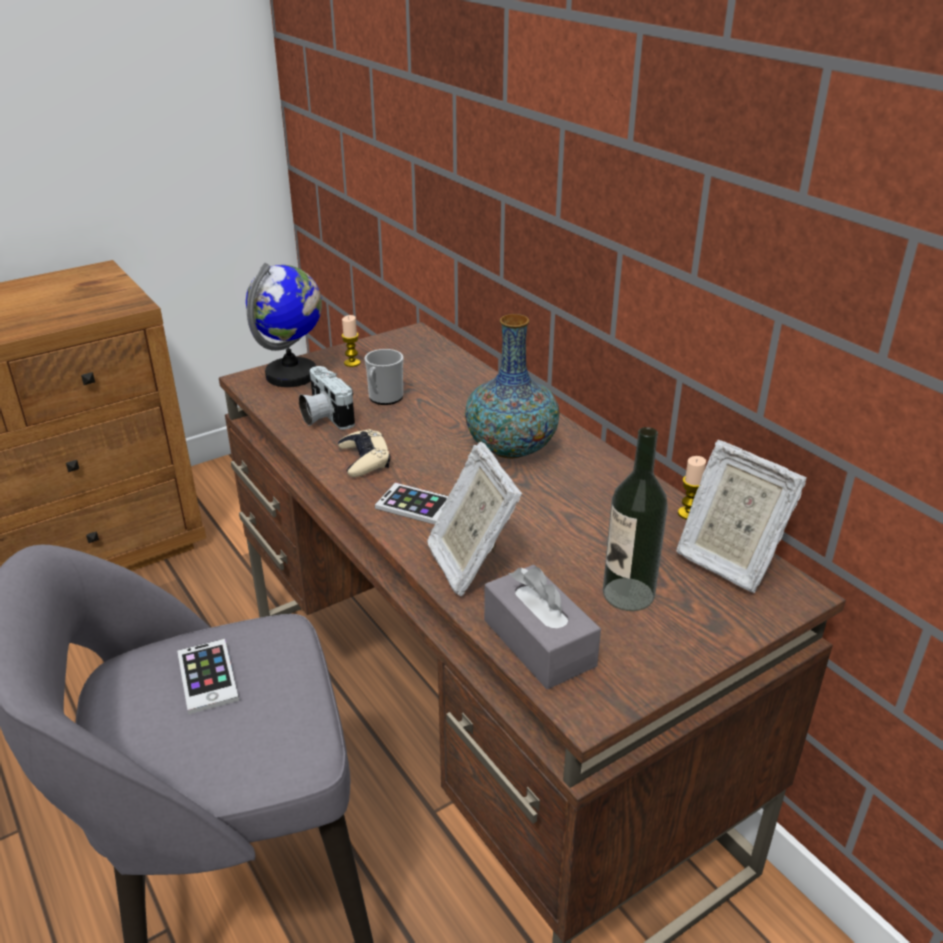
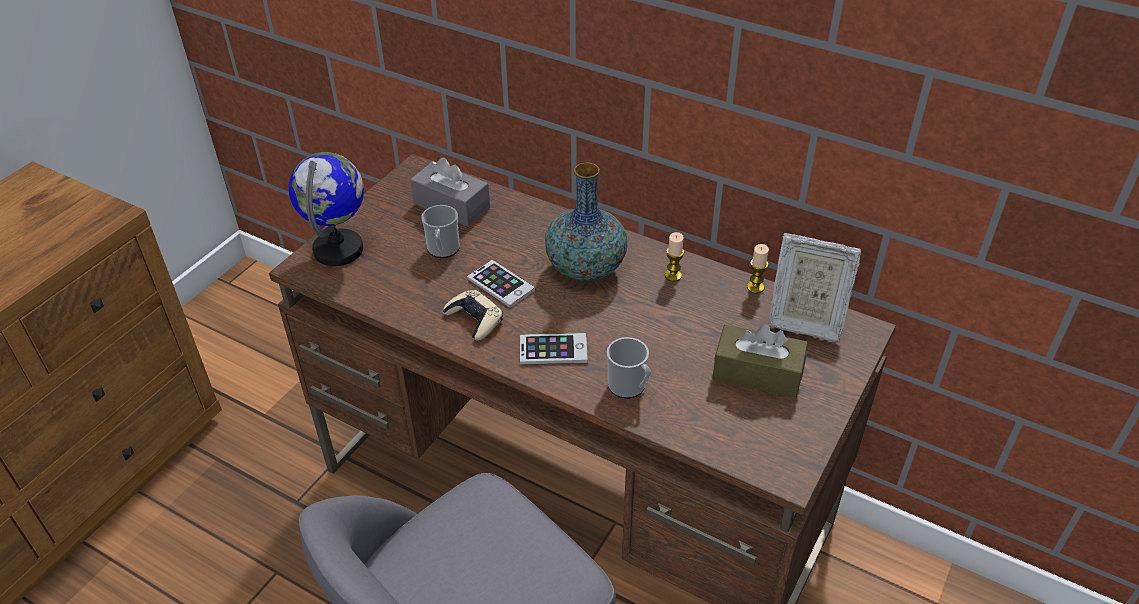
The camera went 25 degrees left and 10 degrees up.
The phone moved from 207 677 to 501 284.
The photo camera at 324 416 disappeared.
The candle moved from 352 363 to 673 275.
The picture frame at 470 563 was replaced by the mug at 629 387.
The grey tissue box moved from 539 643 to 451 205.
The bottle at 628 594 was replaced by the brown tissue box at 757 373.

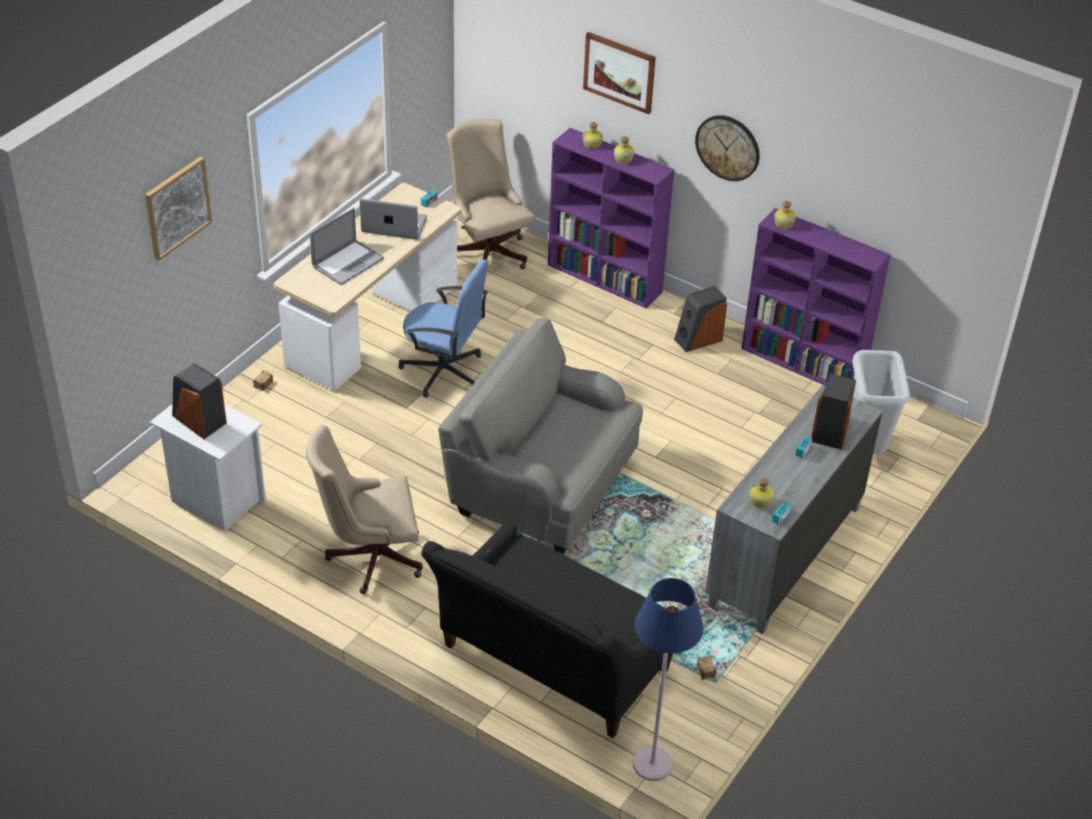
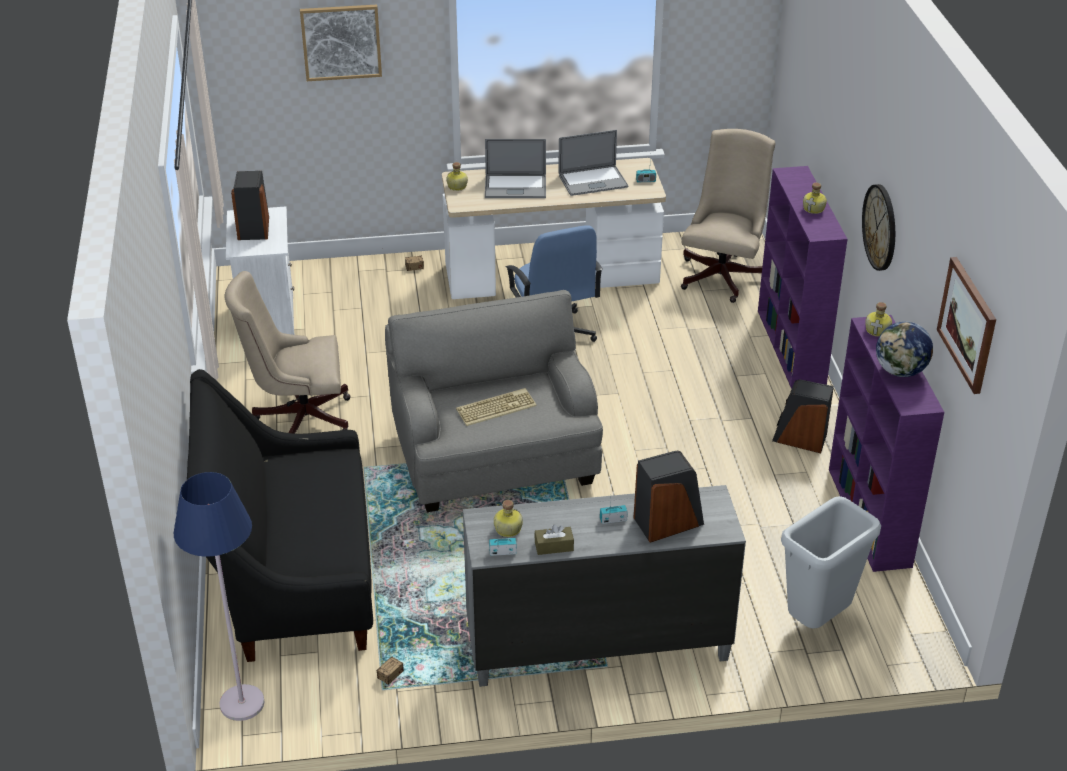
The camera went 50 degrees right and 5 degrees down.
The beige office chair at 369 557 turned 45 degrees counterclockwise.
The laptop at 394 225 turned 105 degrees clockwise.
The picture moved from 619 72 to 968 324.
The bottle moved from 592 144 to 457 186.
The keyboard at 496 407 appeared.
The brown tissue box at 554 546 appeared.
The globe at 900 371 appeared.

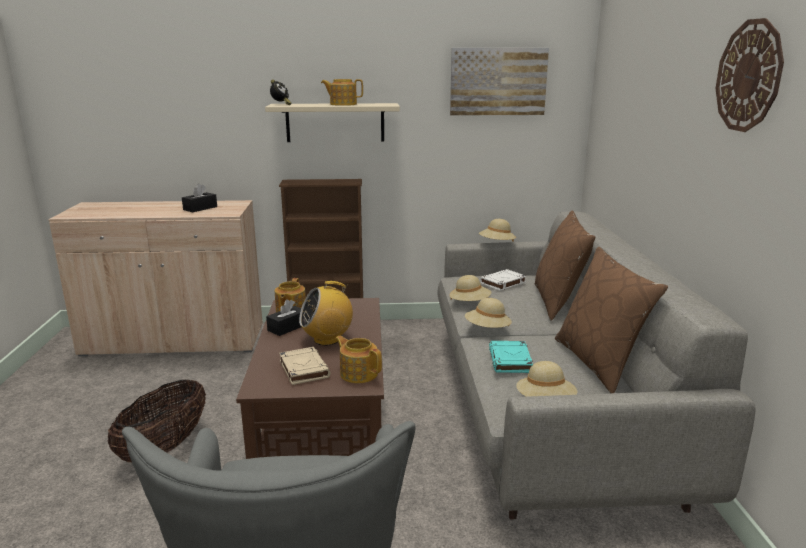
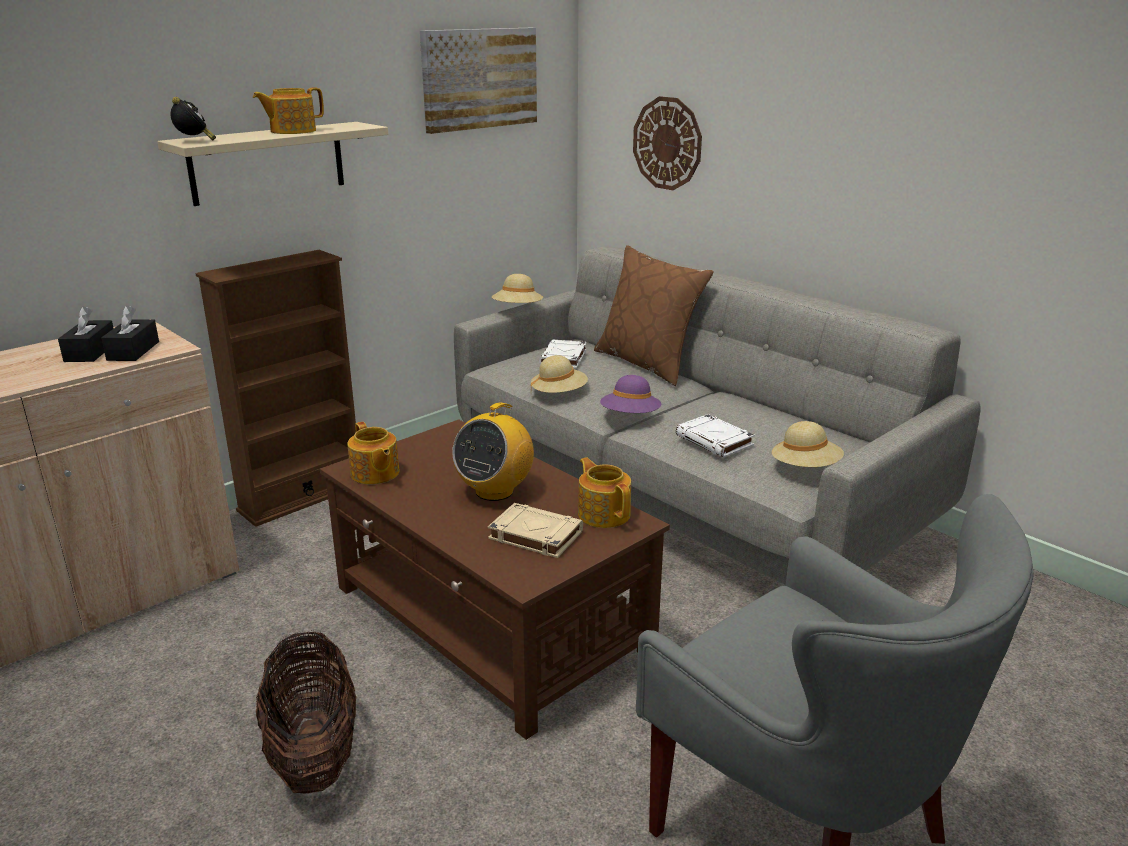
The camera went 40 degrees left and 5 degrees up.
The black tissue box moved from 287 327 to 133 351.
The teapot at 358 373 turned 60 degrees clockwise.
The beige hat at 487 329 became the purple hat at 630 417.
The turquoise book at 510 361 became the white book at 715 441.
The brown pillow at 599 362 disappeared.
The wall clock moved from 749 76 to 667 143.

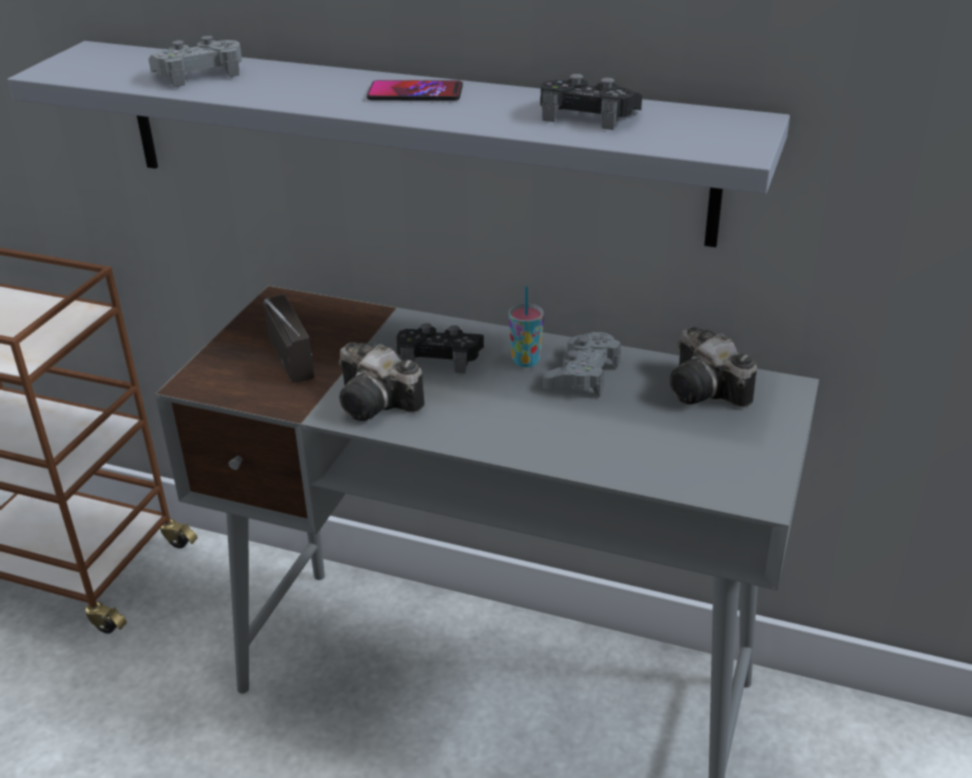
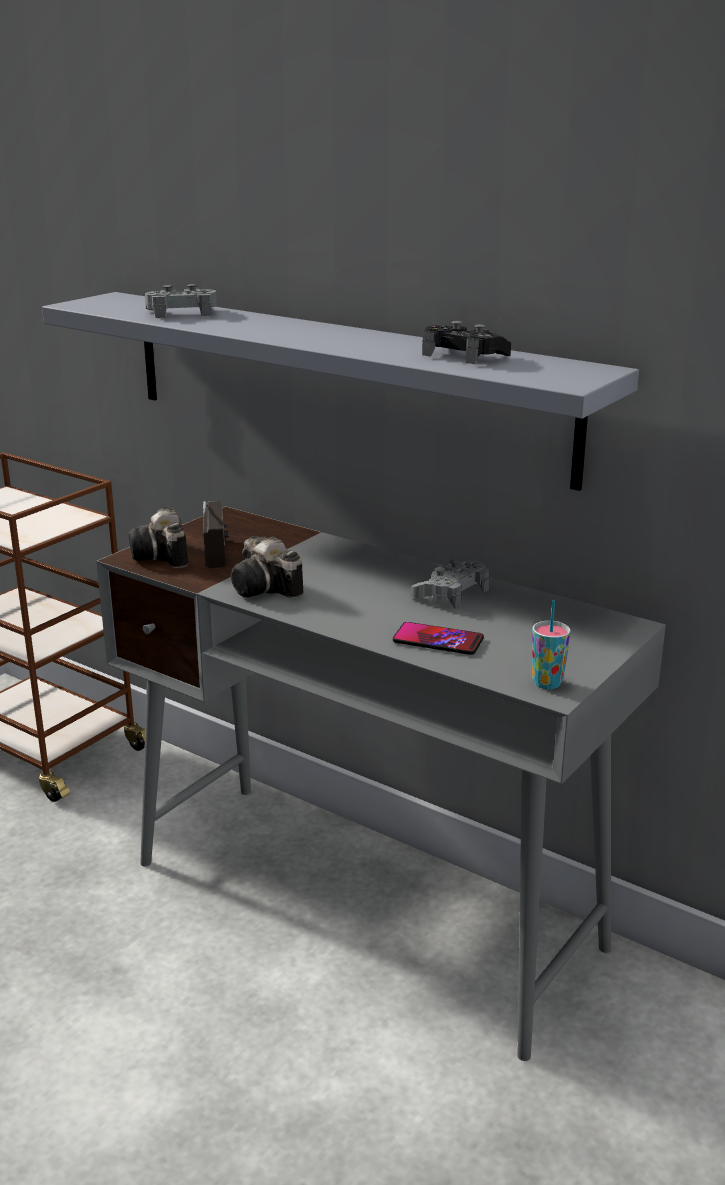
The camera went 15 degrees right and 10 degrees down.
The phone moved from 415 93 to 438 640.
The black game controller at 439 356 disappeared.
The cup moved from 526 361 to 547 683.
The photo camera moved from 708 392 to 163 557.

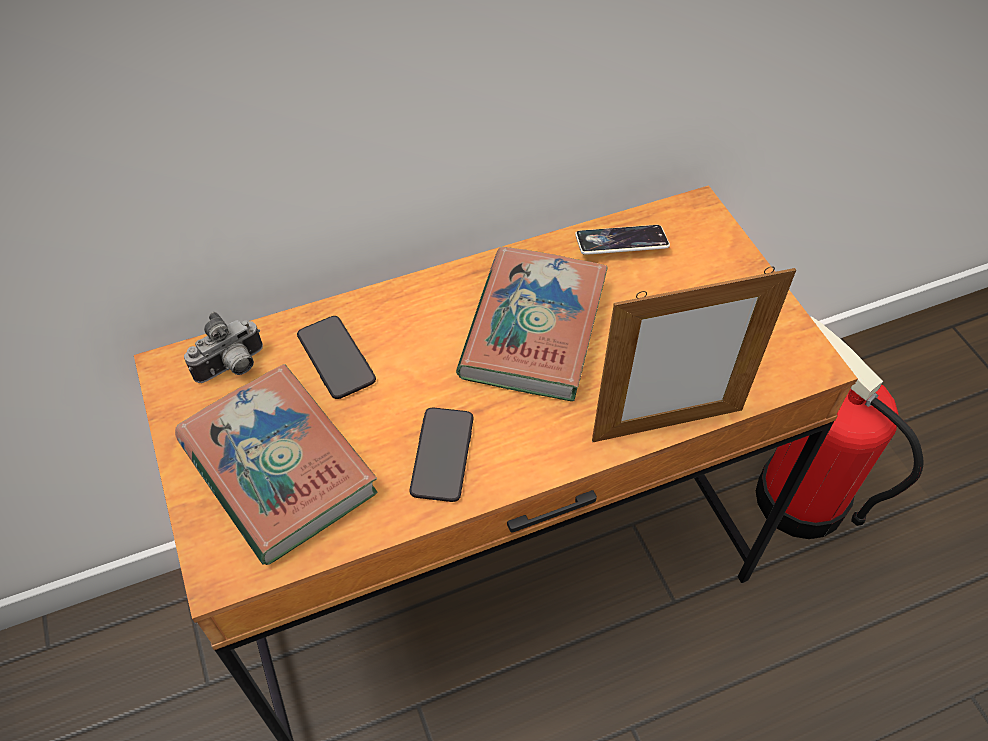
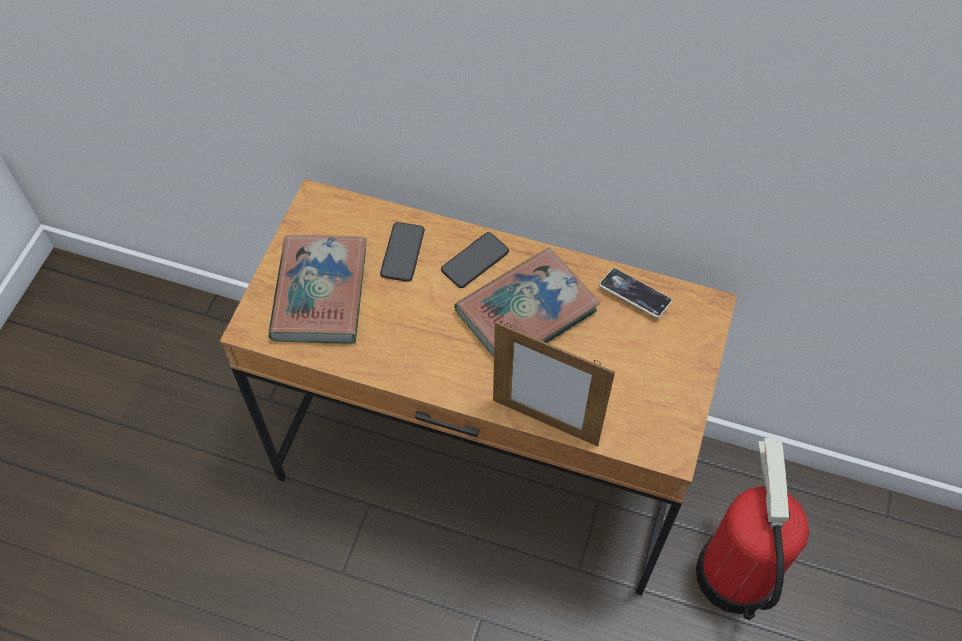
The camera went 40 degrees right and 5 degrees up.
The photo camera at 233 368 disappeared.
The phone moved from 442 455 to 475 261.

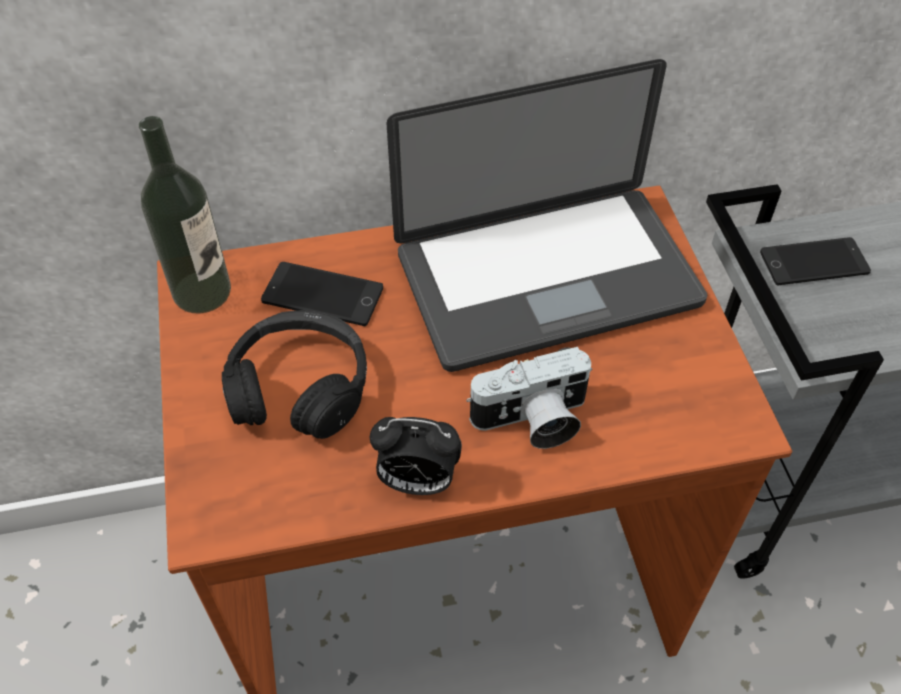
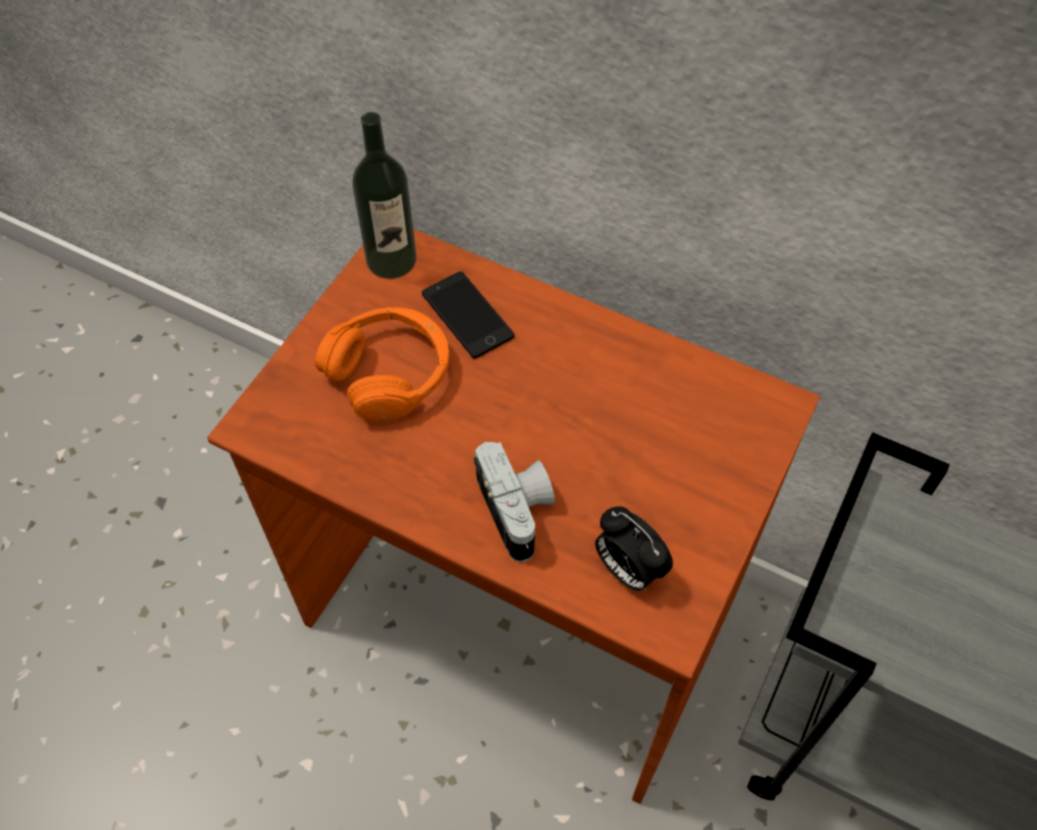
The camera went 40 degrees right and 5 degrees up.
The black headphones at 300 387 became the orange headphones at 390 373.
The alarm clock moved from 417 481 to 627 570.
The laptop at 547 279 disappeared.
The photo camera at 532 421 turned 135 degrees counterclockwise.
The phone at 814 262 disappeared.

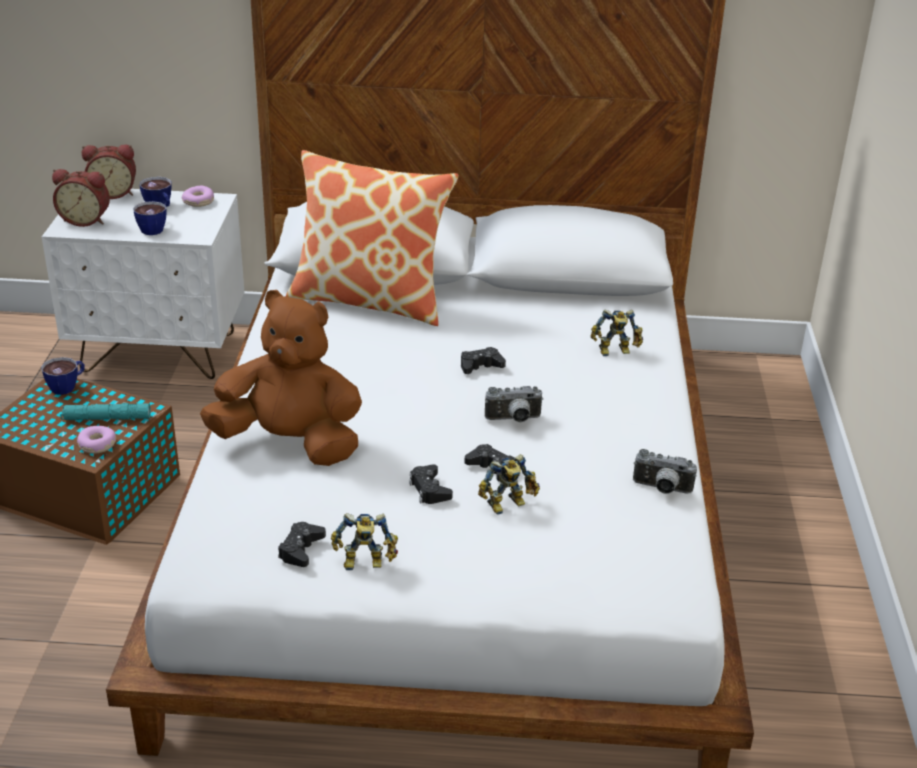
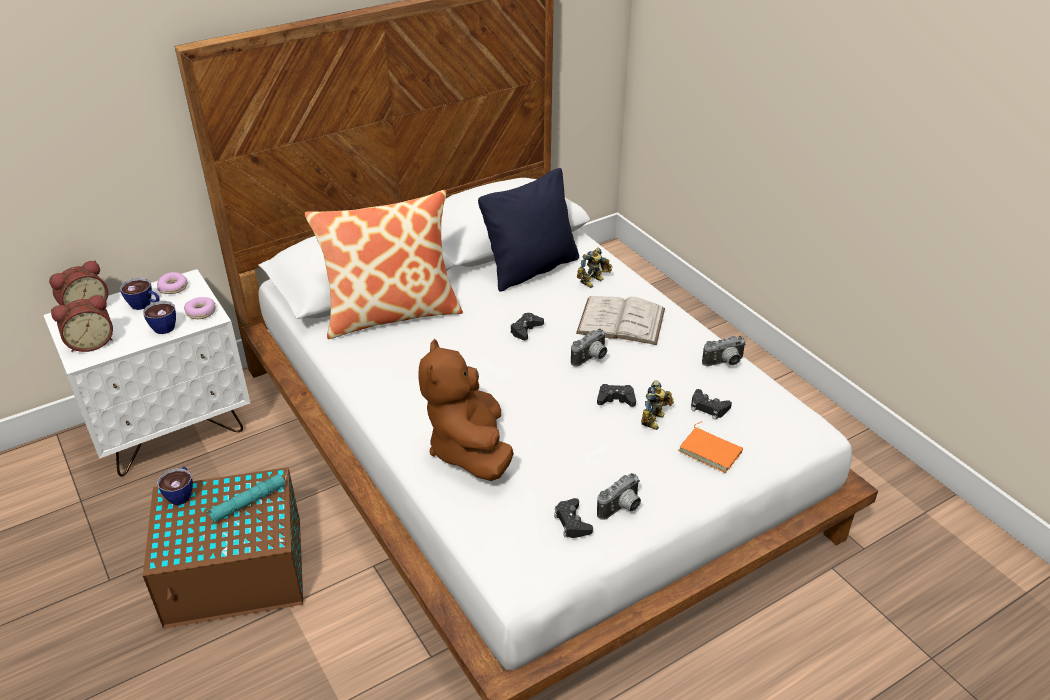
The camera went 35 degrees left and 5 degrees up.
The donut moved from 97 445 to 201 312.
The brown plush toy at 290 443 turned 75 degrees counterclockwise.
The toy robot at 365 564 was replaced by the photo camera at 622 509.
The black game controller moved from 429 490 to 708 408.
The black pillow at 531 269 appeared.
The white book at 621 321 appeared.
The orange book at 711 451 appeared.

